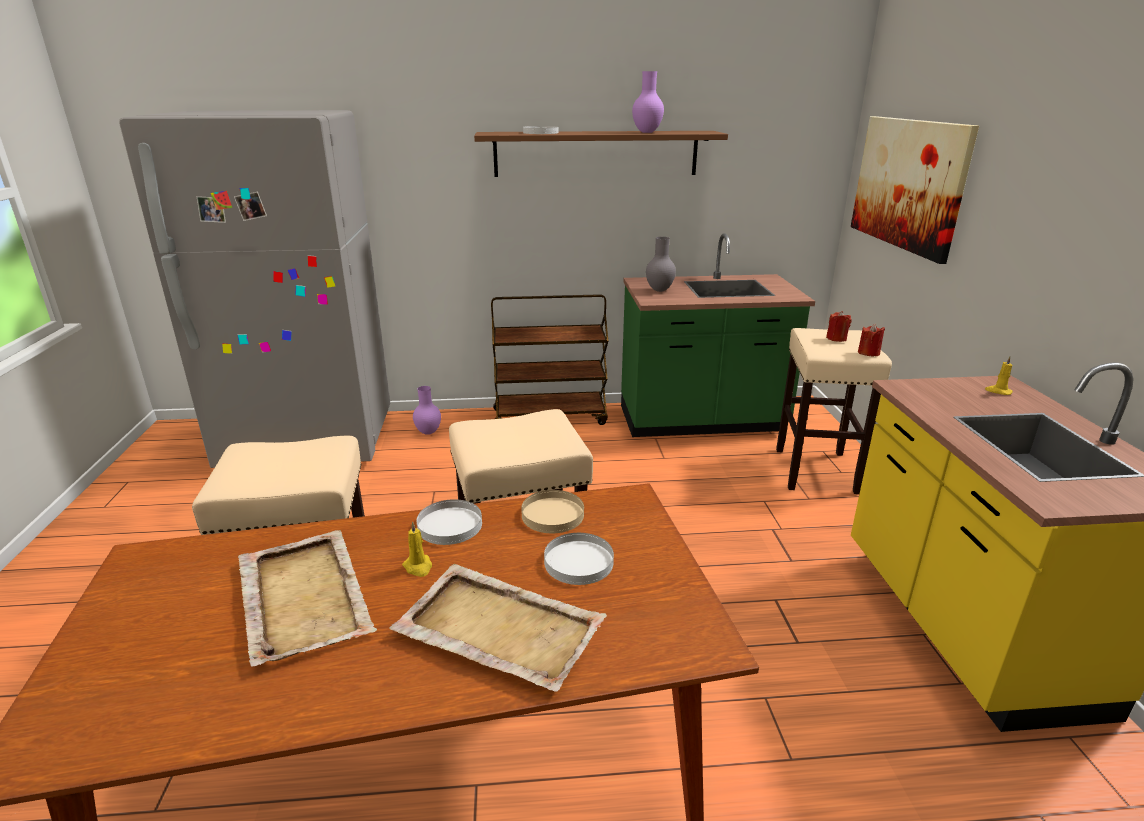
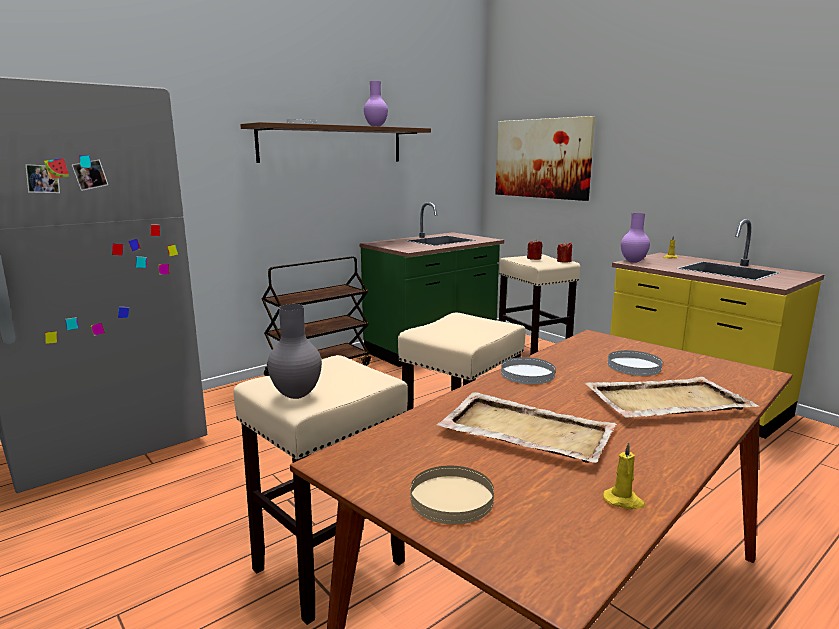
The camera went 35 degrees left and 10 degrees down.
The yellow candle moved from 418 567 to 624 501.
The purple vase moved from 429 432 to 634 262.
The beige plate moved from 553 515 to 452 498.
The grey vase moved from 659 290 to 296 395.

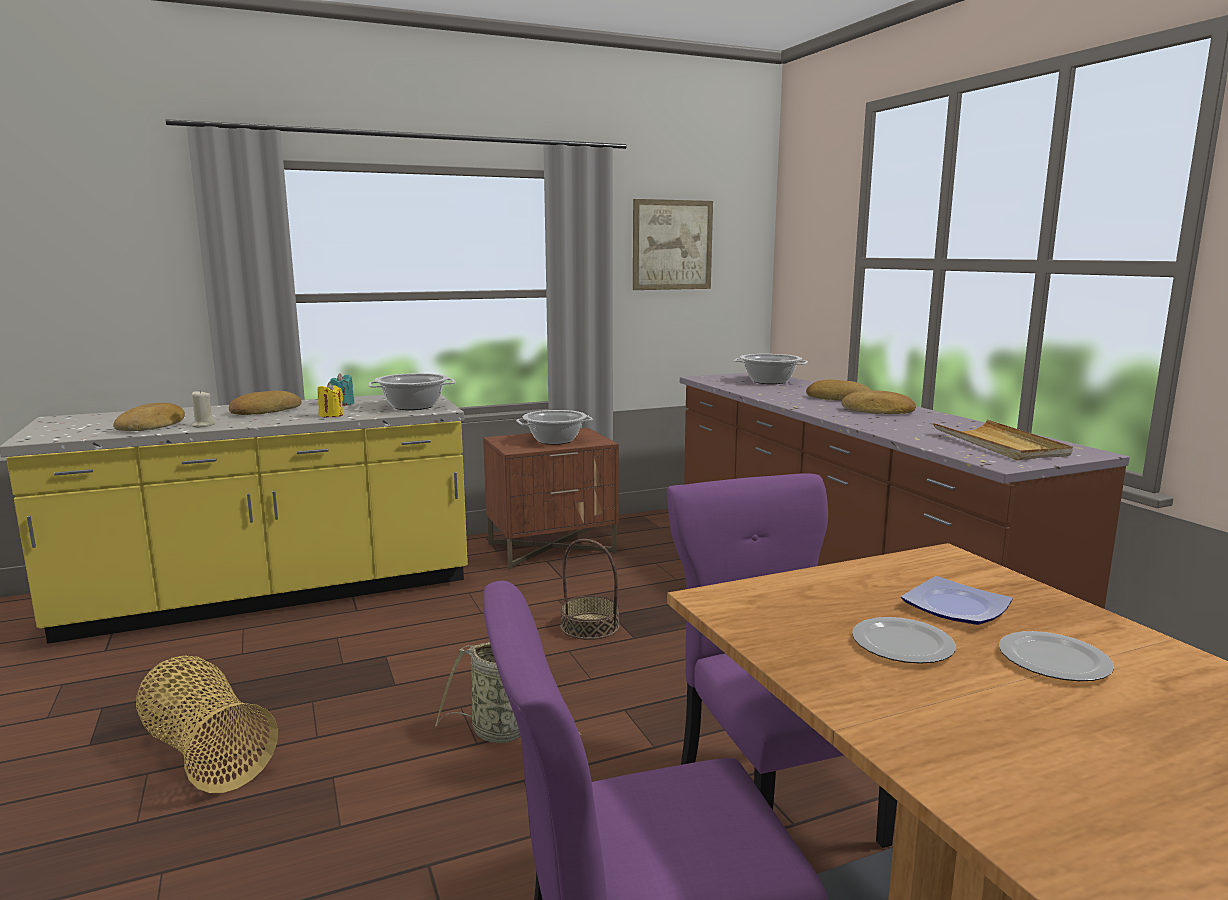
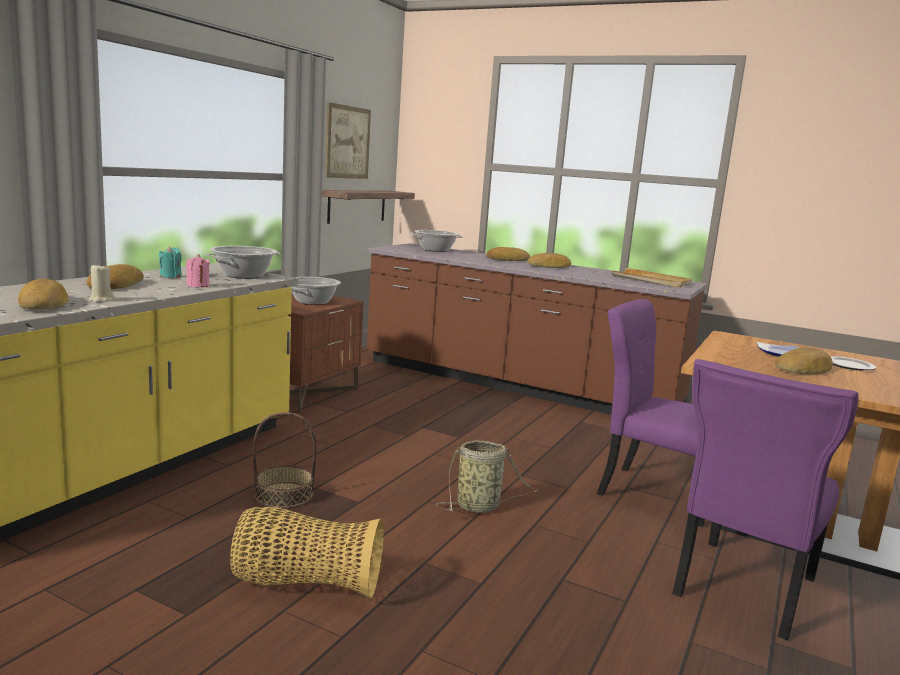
The camera went 40 degrees left and 0 degrees up.
The yellow candle at 331 415 became the pink candle at 198 285.
The basket moved from 590 626 to 284 495.
The plate at 904 645 was replaced by the bread at 804 369.
The shelf at 357 206 appeared.

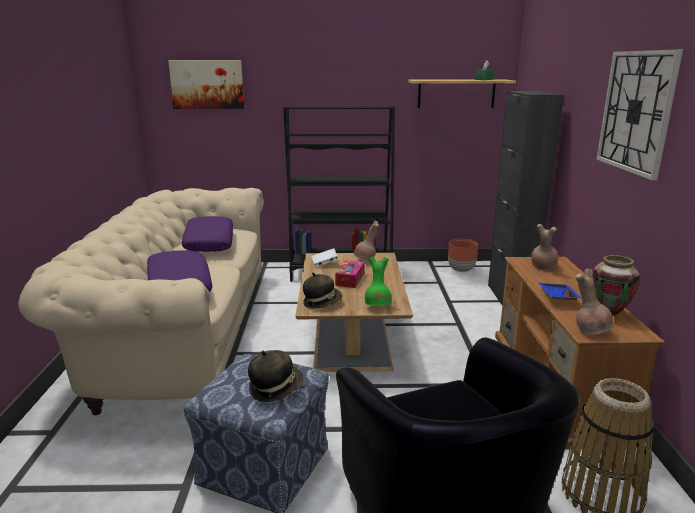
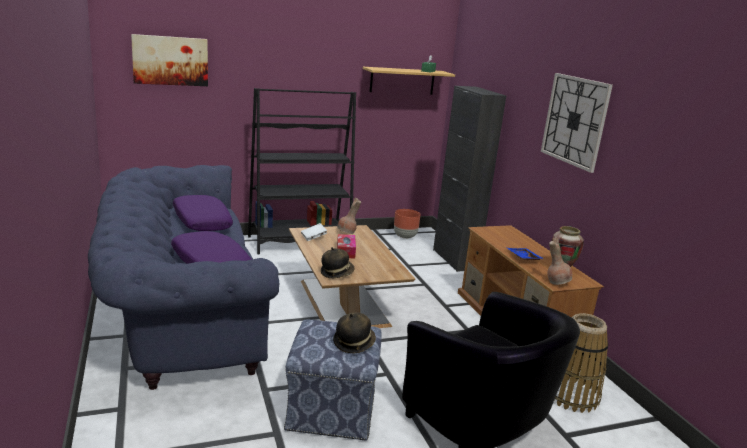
The camera went 20 degrees left and 0 degrees up.
The beige sofa at 178 333 became the blue sofa at 179 310.
The green vase at 378 306 disappeared.
The brown vase at 542 267 disappeared.

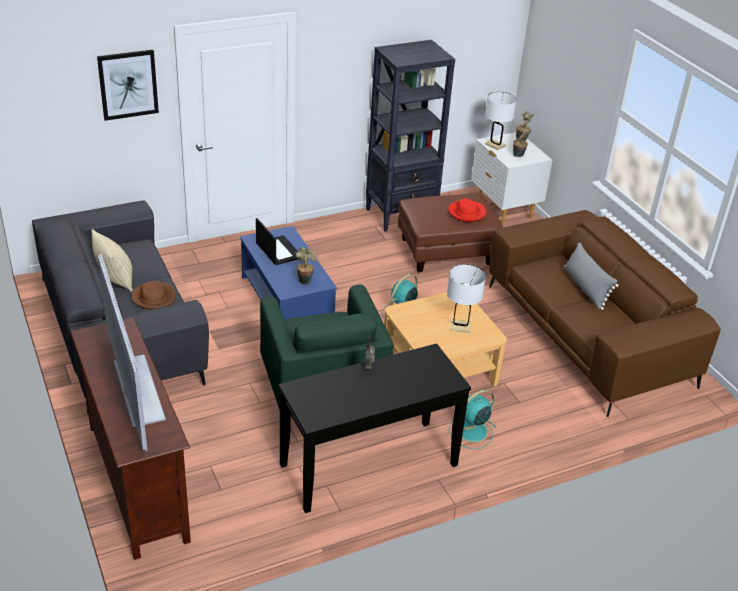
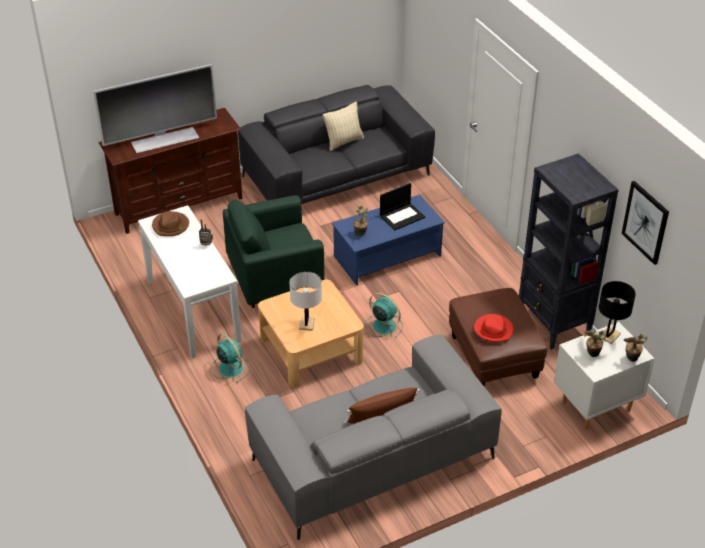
The camera went 90 degrees right and 5 degrees up.
The picture moved from 128 84 to 645 222.
The brown hat moved from 154 297 to 171 226.
The black console table at 369 465 became the white console table at 193 310.
The white table lamp at 495 145 became the black table lamp at 609 336.
The brown sofa at 587 335 became the grey sofa at 372 458.
The grey pillow at 585 288 became the brown pillow at 380 415.

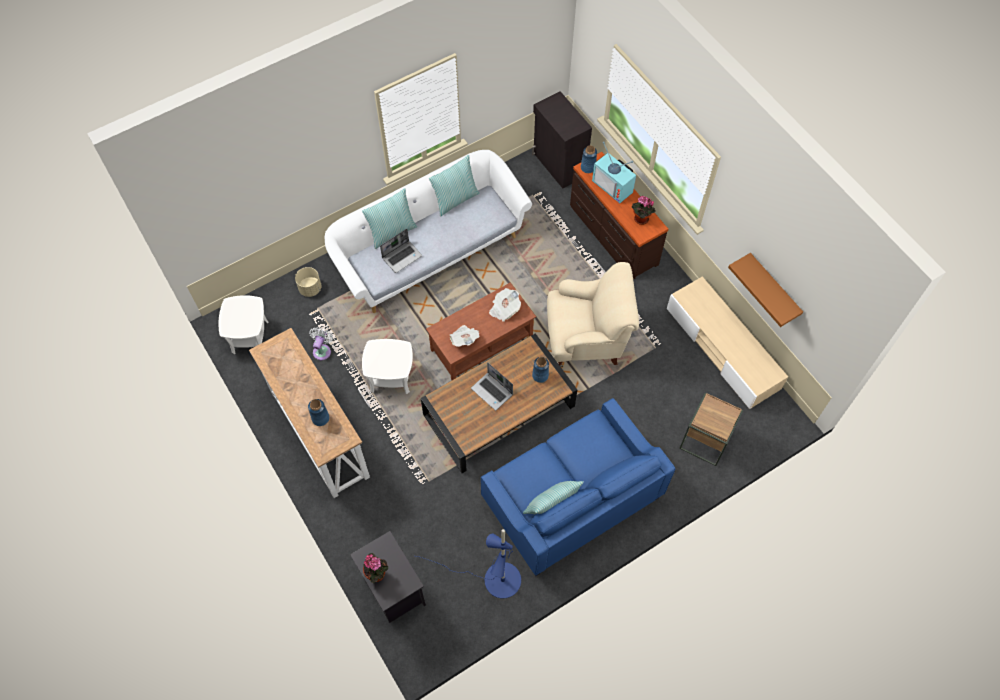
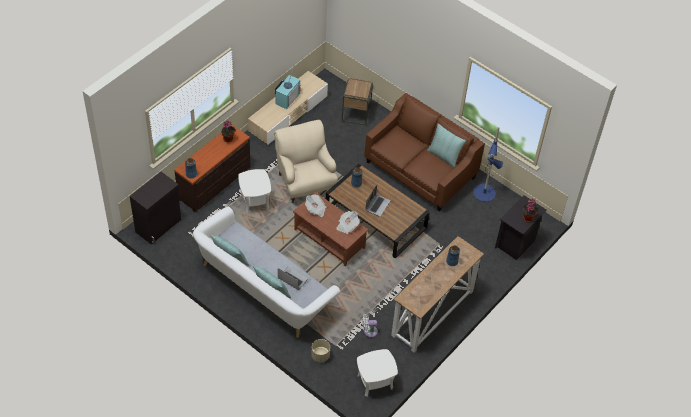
The camera went 110 degrees left and 10 degrees down.
The white side table moved from 391 378 to 255 201.
The blue sofa at 571 499 became the brown sofa at 420 170.
The television moved from 614 185 to 286 97.
The brown shelf at 773 288 disappeared.

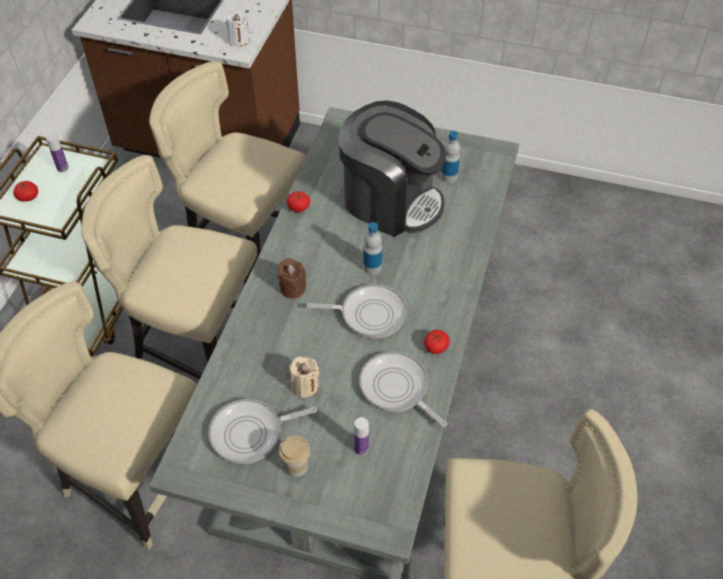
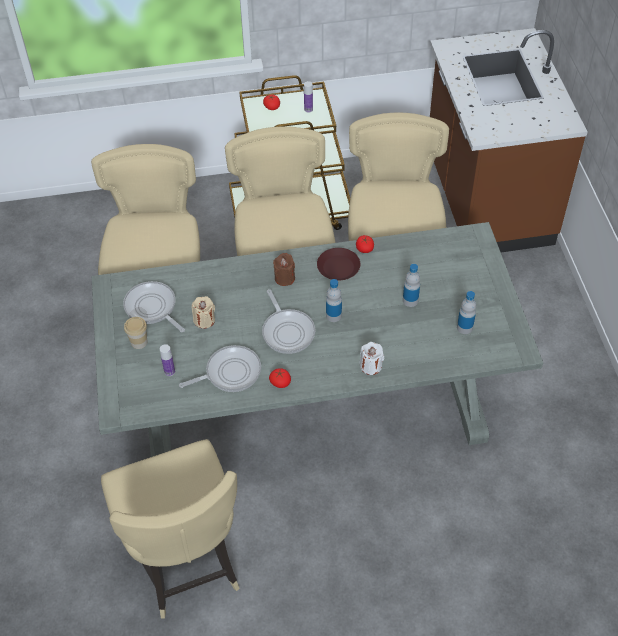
The camera went 65 degrees right and 0 degrees up.
The white candle moved from 239 40 to 371 366.
The coffee machine at 391 200 was replaced by the bottle at 410 300.
The frying pan at 396 388 turned 45 degrees clockwise.
The brown plate at 338 267 appeared.

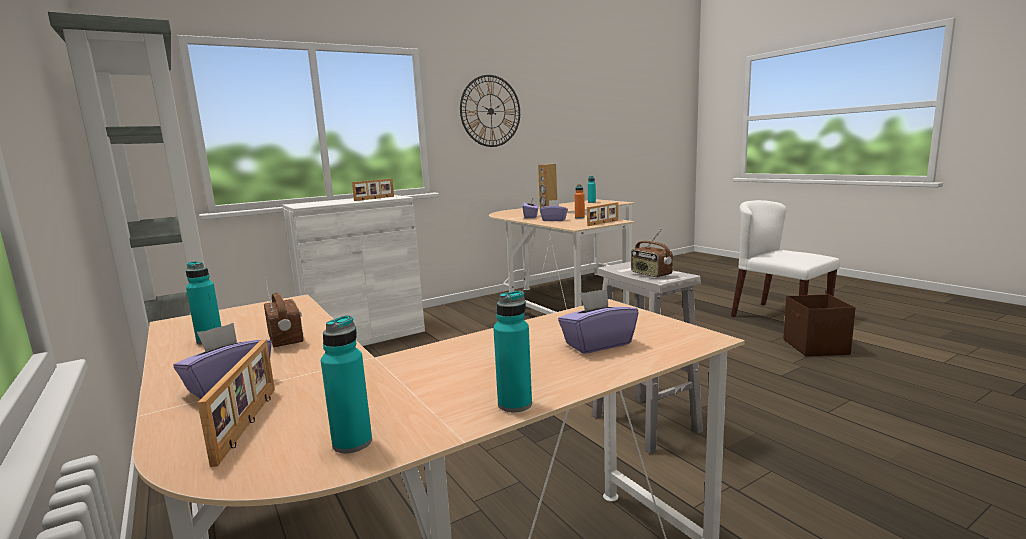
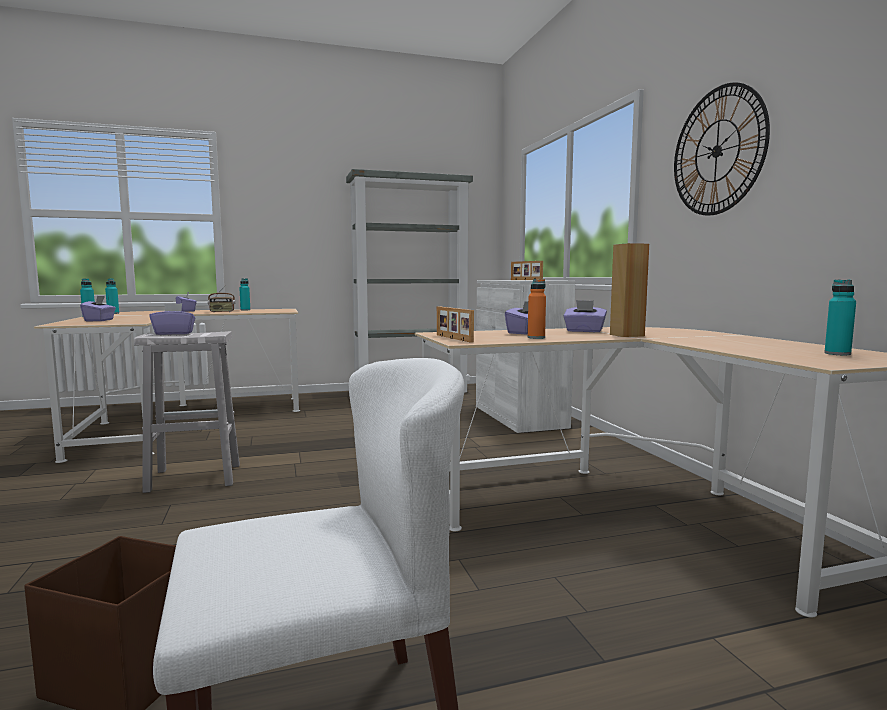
The camera went 105 degrees right and 5 degrees down.
The picture frame at 249 422 disappeared.
The radio at 650 274 was replaced by the purple tissue box at 174 333.

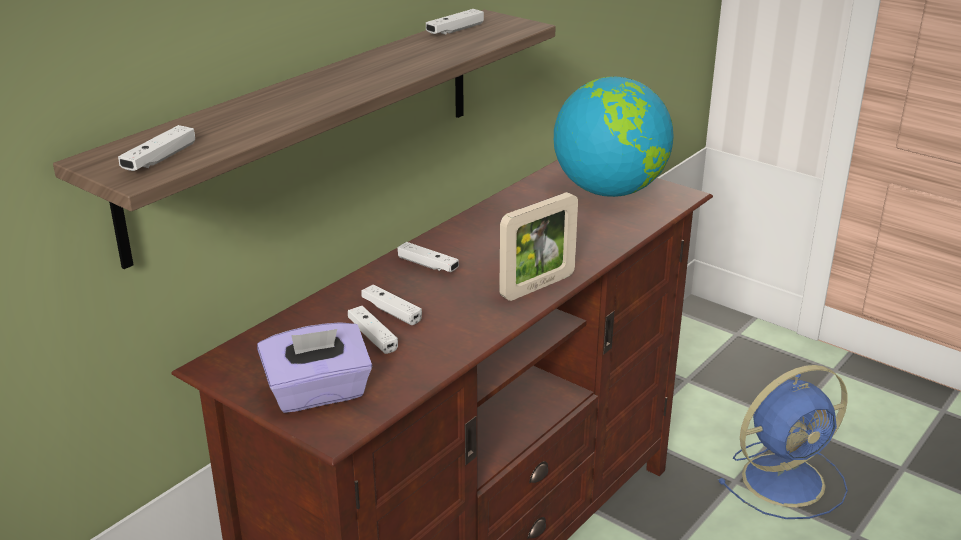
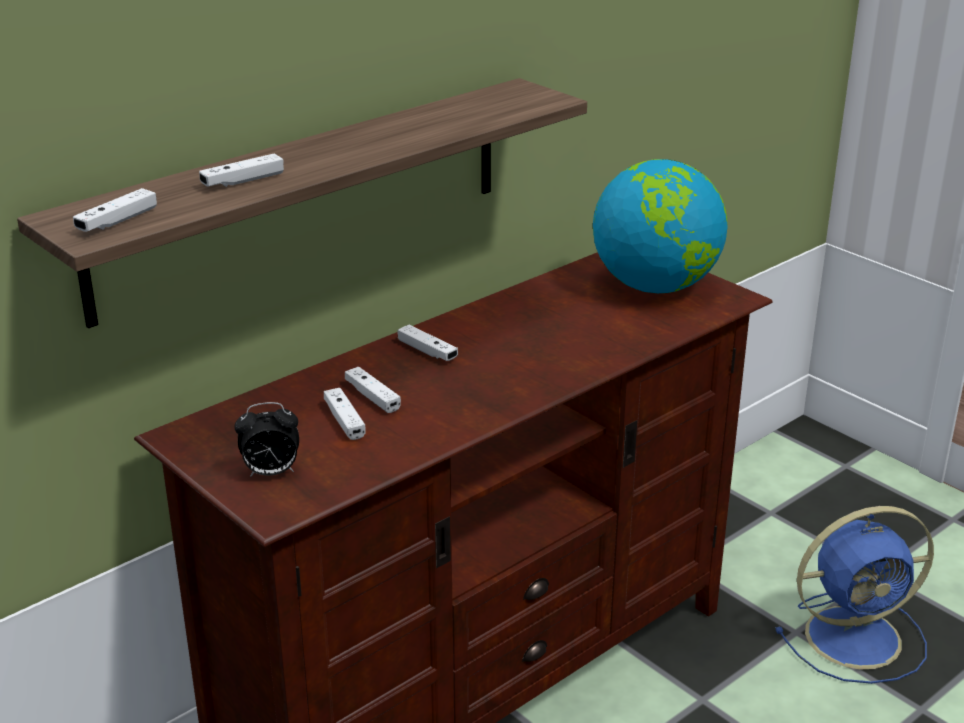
The camera went 10 degrees right and 0 degrees up.
The purple tissue box at 318 393 was replaced by the alarm clock at 271 473.
The white game controller moved from 455 30 to 243 181.
The picture frame at 537 286 disappeared.

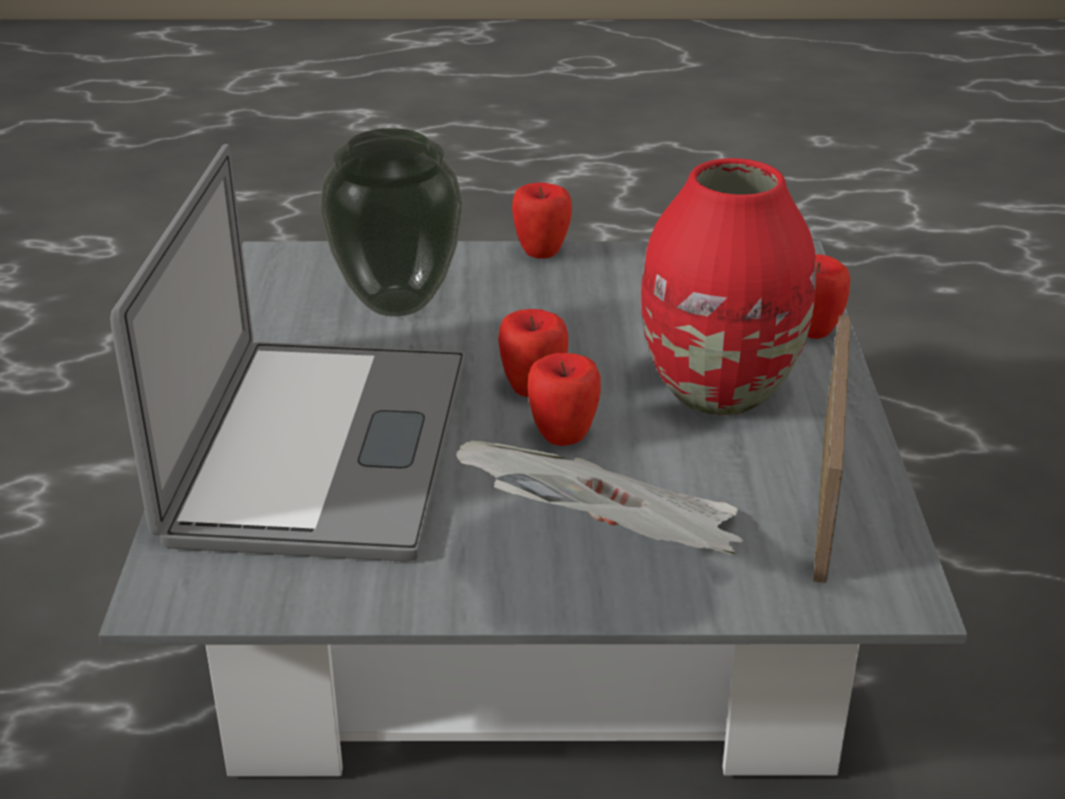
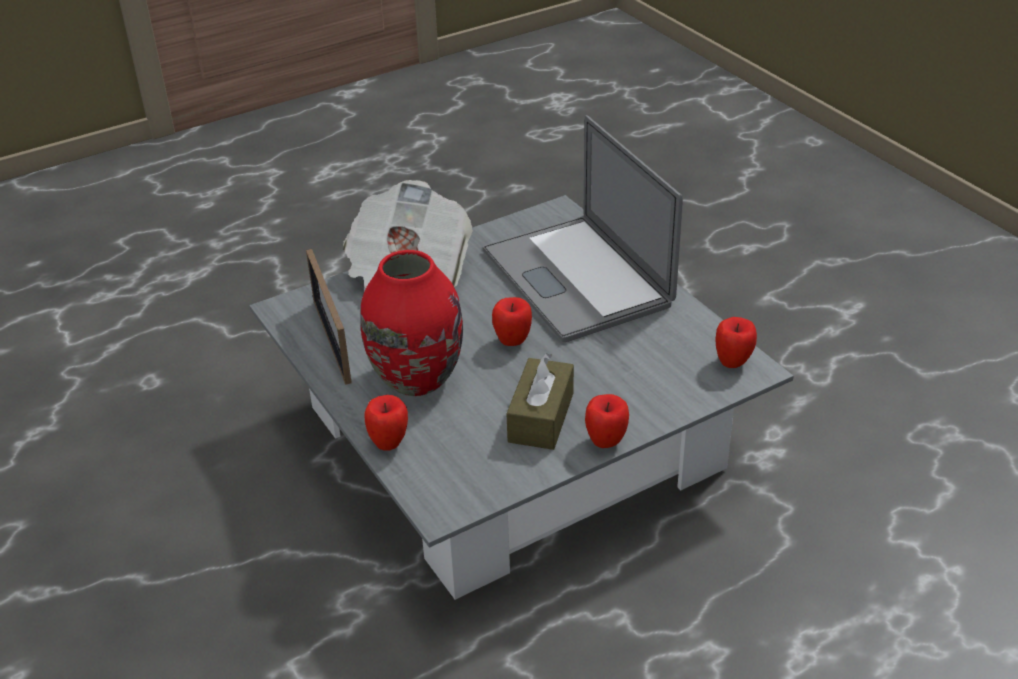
The camera went 150 degrees right and 5 degrees up.
The vase at 397 305 disappeared.
The apple moved from 563 436 to 733 363.
The brown tissue box at 541 417 appeared.

